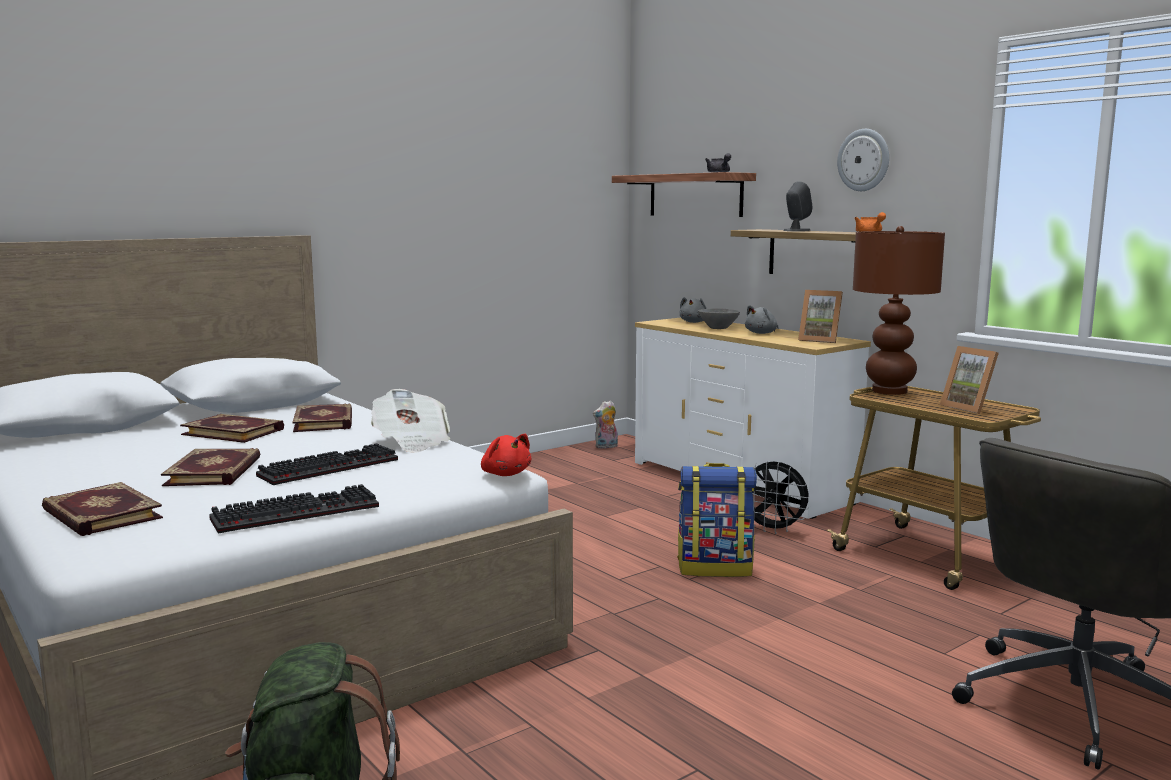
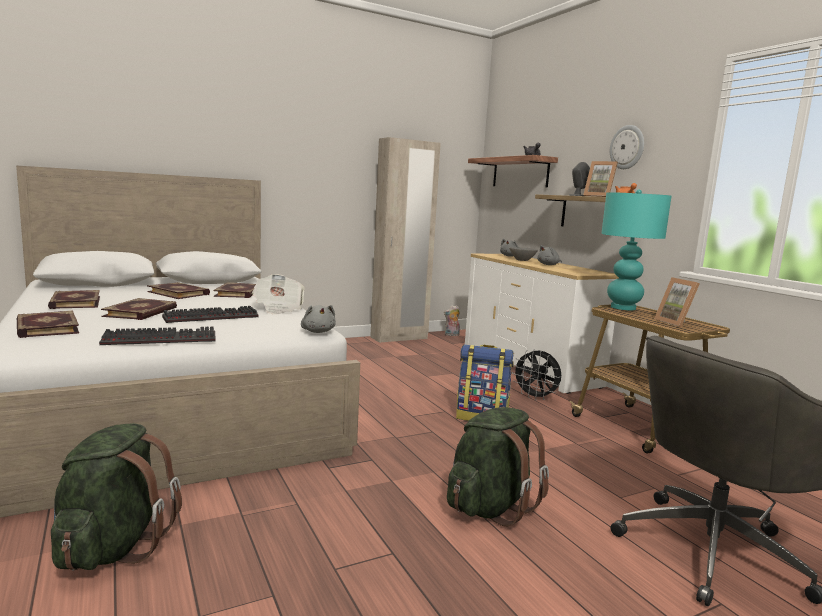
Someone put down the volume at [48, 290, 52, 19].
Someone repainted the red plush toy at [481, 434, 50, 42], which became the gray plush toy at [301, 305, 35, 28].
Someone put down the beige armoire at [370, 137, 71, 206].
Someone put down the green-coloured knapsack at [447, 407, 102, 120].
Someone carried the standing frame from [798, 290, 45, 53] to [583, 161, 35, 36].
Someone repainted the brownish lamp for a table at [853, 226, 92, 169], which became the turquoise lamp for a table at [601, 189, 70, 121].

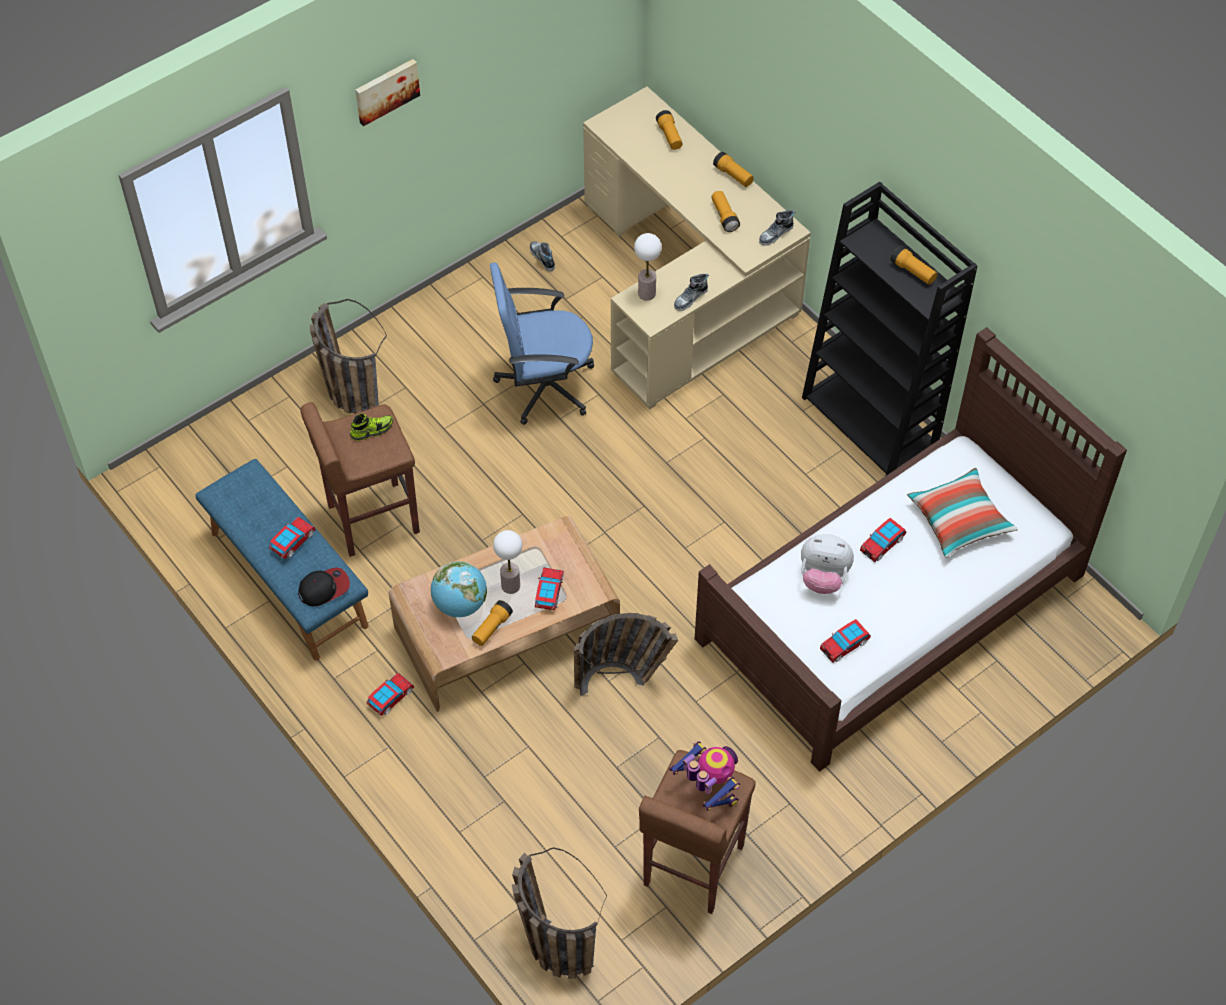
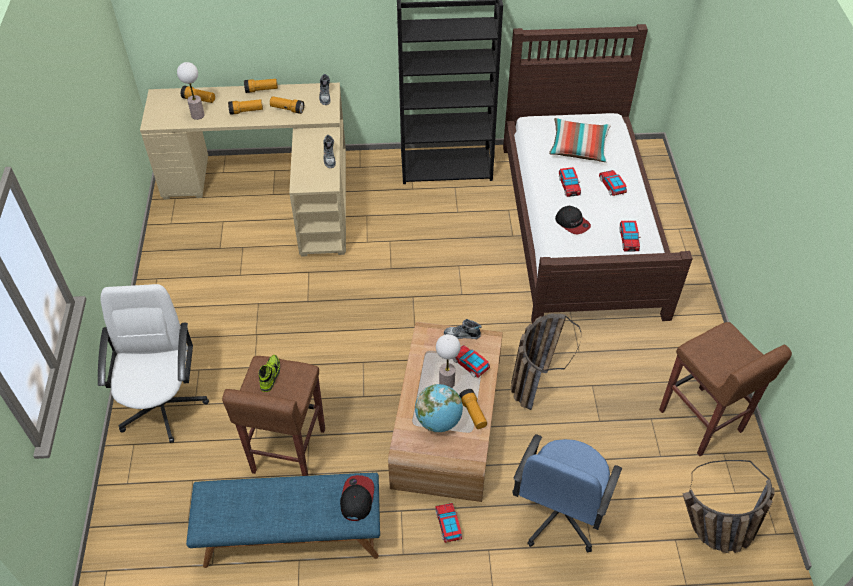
Someone swapped the household basket at [310, 299, 77, 115] for the white-coloured office chair at [98, 284, 111, 159].
Someone carried the lamp for a table from [634, 233, 28, 67] to [177, 62, 28, 58].
Someone carried the hand torch from [891, 246, 46, 39] to [228, 99, 35, 16].
Someone carried the item of footwear from [530, 241, 25, 30] to [444, 319, 38, 20].
Someone carried the blue-coloured office chair from [490, 263, 104, 162] to [512, 434, 110, 119].
Someone swapped the plush toy at [801, 534, 53, 60] for the peaked cap at [555, 206, 36, 28].
Someone carried the miniature car from [269, 517, 46, 42] to [599, 170, 28, 26].
Someone took away the picture at [355, 59, 65, 67].
Someone took away the robot figure at [669, 741, 71, 70].

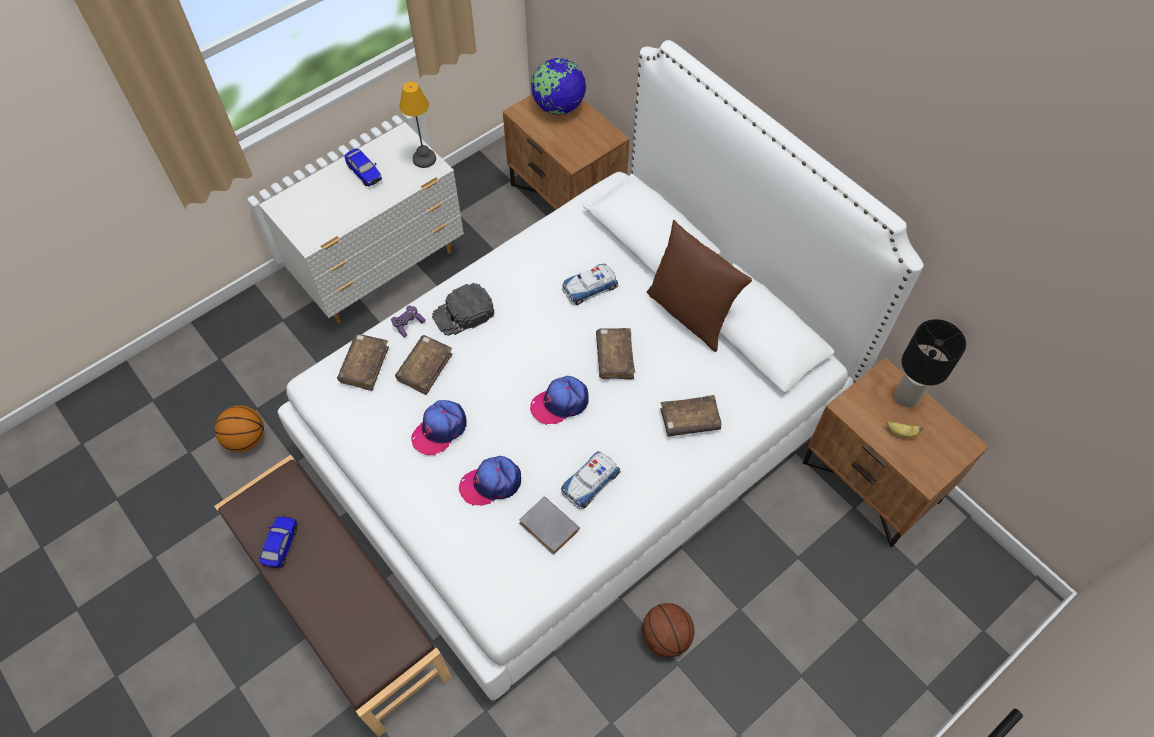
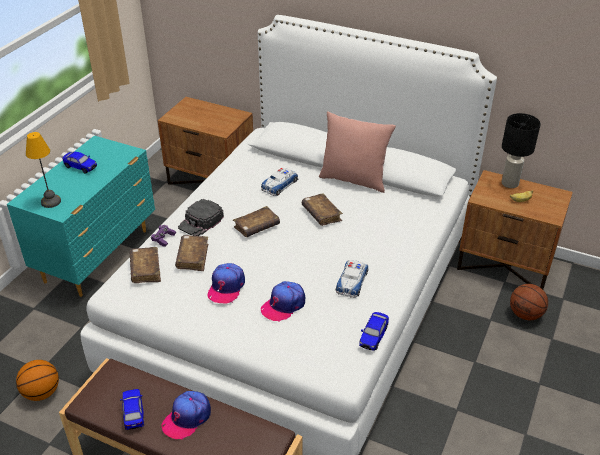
Someone repainted the white-coloured chest of drawers at [259, 122, 205, 201], which became the turquoise chest of drawers at [7, 136, 148, 161].
Someone carried the lamp for a table from [399, 81, 37, 87] to [26, 132, 35, 76].
Someone carried the peaked cap from [530, 376, 59, 49] to [162, 391, 49, 48].
Someone carried the brownish volume from [660, 395, 62, 42] to [233, 206, 47, 31].
Someone repainted the brownish cushion at [647, 220, 105, 132], which became the pink-coloured cushion at [319, 111, 77, 82].
Someone put down the miniature car at [359, 312, 30, 39].
Someone carried the basketball ball from [642, 603, 53, 55] to [510, 284, 38, 36].
Someone took away the gray volume at [519, 497, 61, 58].
Someone took away the world globe at [531, 58, 55, 57].

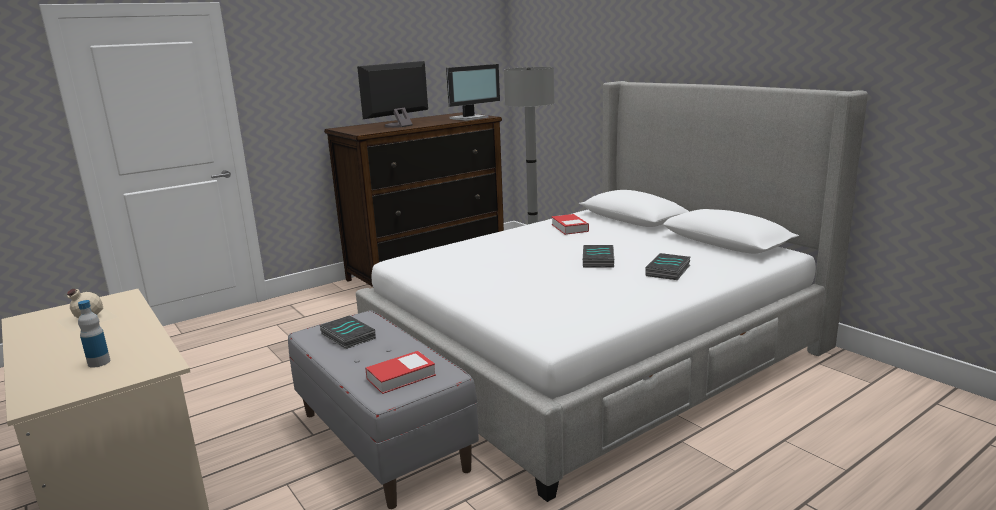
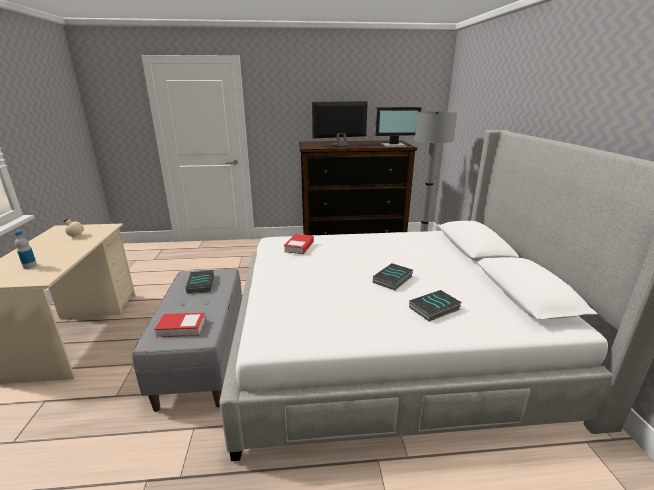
Someone carried the volume from [551, 214, 38, 21] to [284, 234, 30, 20].

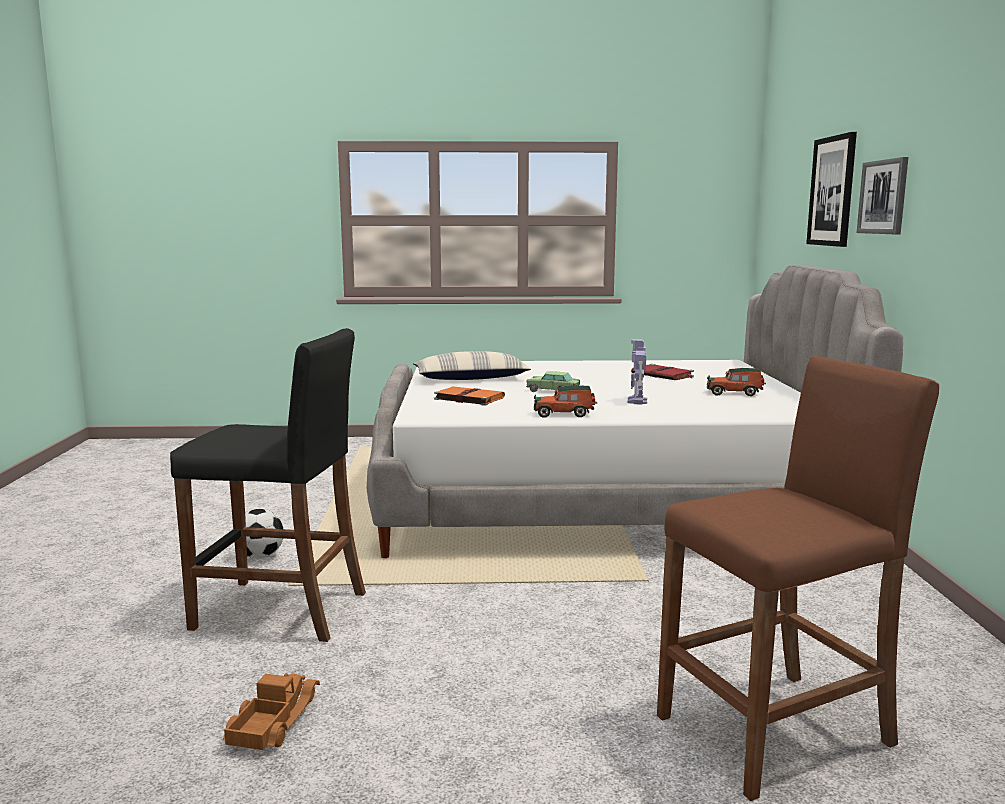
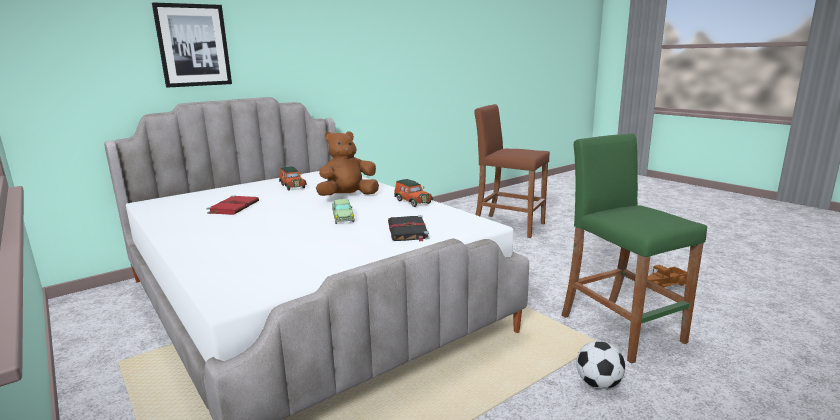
Someone swapped the robot figure at [627, 339, 20, 66] for the brownish plush toy at [316, 131, 63, 65].
Someone repainted the orange volume at [433, 386, 72, 20], which became the black volume at [388, 215, 42, 27].
Someone repainted the black stool at [170, 328, 196, 314], which became the green-coloured stool at [562, 133, 145, 231].
Someone took away the cushion at [413, 351, 118, 29].
Someone took away the picture at [857, 157, 51, 77].

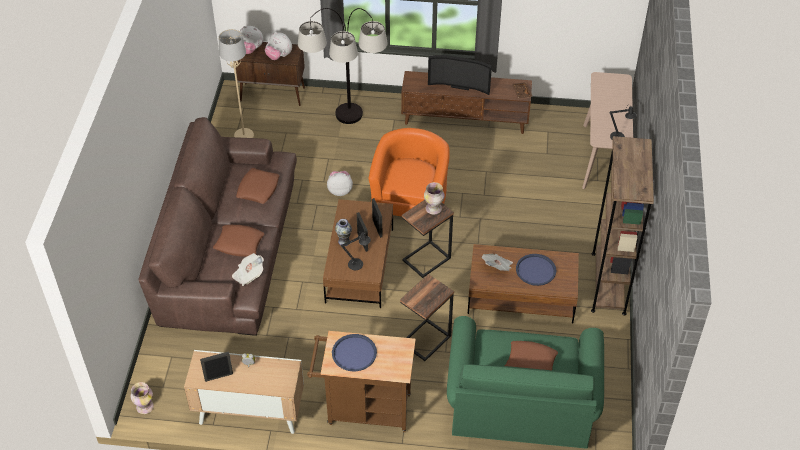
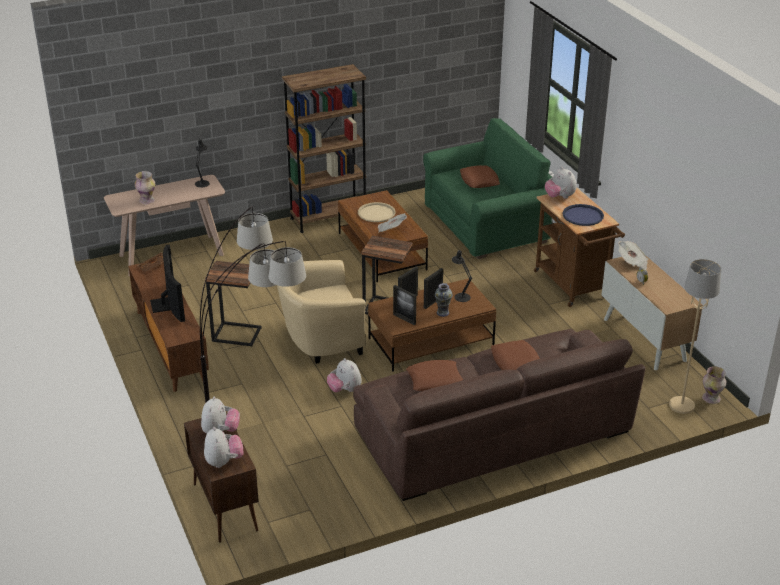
Someone carried the vase from [424, 182, 21, 32] to [135, 171, 20, 33].
Someone carried the side table from [400, 274, 54, 87] to [205, 261, 57, 85].
Someone repainted the orange easy chair at [369, 128, 81, 89], which became the beige easy chair at [277, 260, 89, 104].
Someone repainted the blue-coloured carrying tray at [516, 254, 40, 32], which became the beige carrying tray at [358, 202, 38, 20].
Someone carried the standing frame from [200, 351, 33, 31] to [393, 285, 23, 40].
Someone put down the plush toy at [545, 167, 32, 32].
Someone carried the newspaper from [232, 253, 32, 33] to [618, 241, 30, 29].
Someone carried the beige standard lamp from [219, 29, 35, 109] to [669, 259, 52, 155].

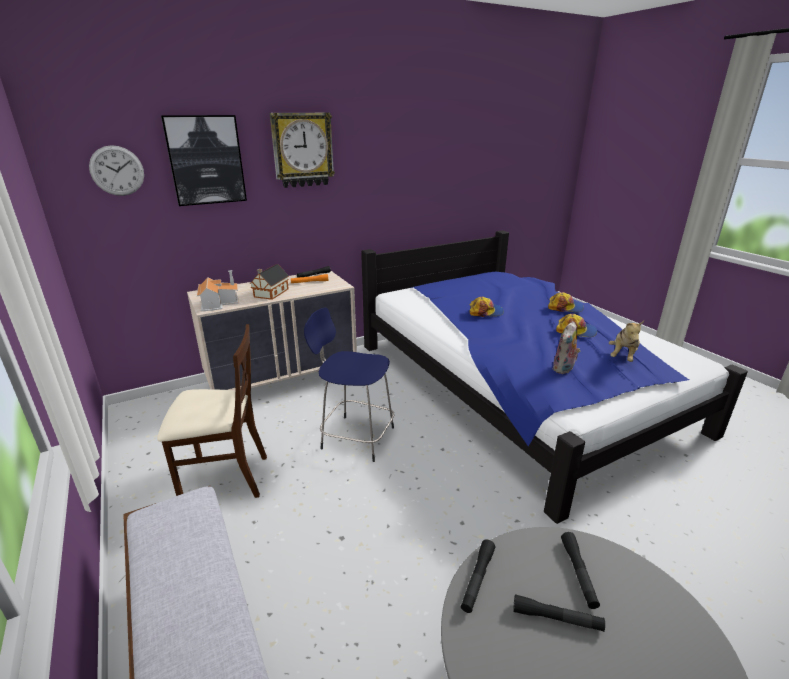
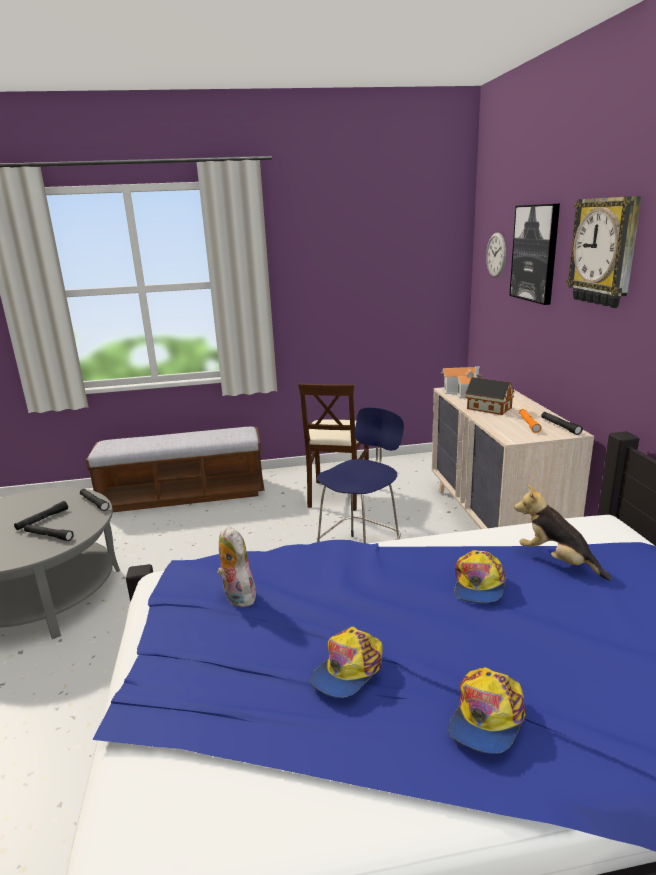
Someone carried the plush toy from [609, 321, 35, 41] to [514, 485, 98, 96].

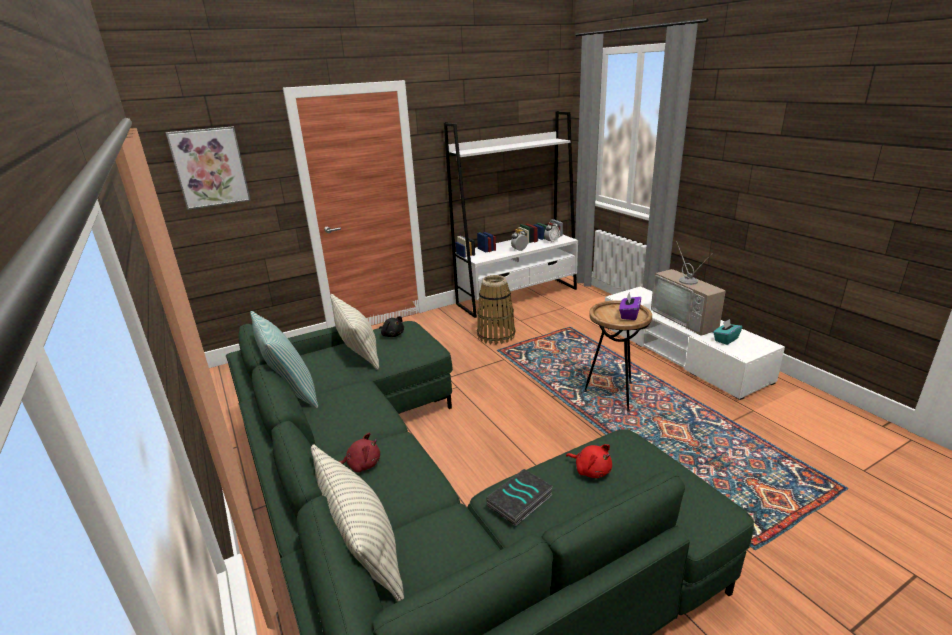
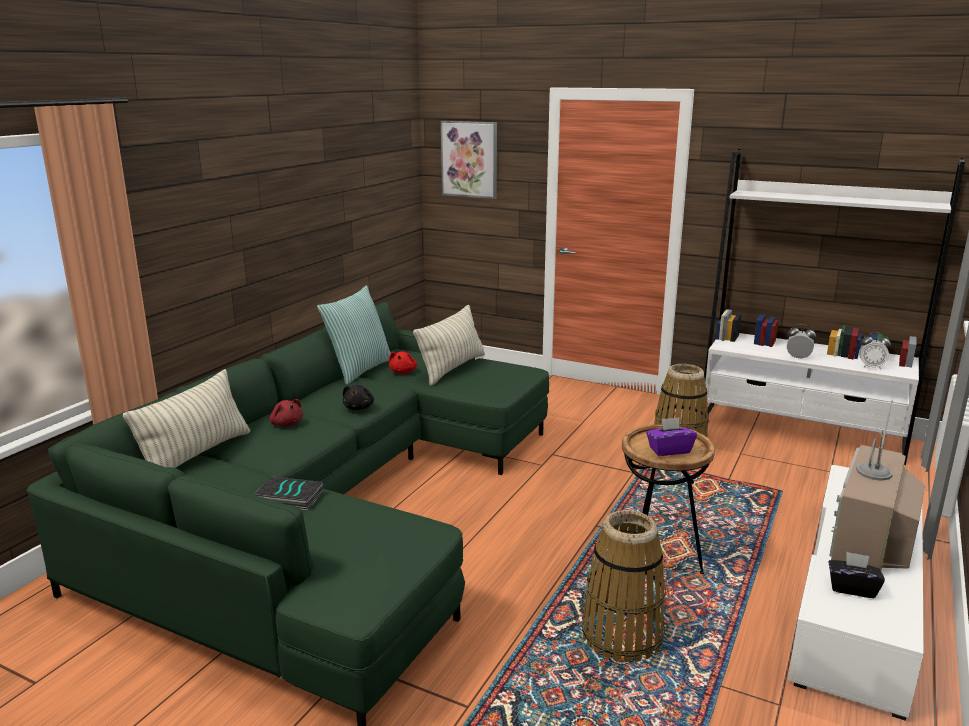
Someone carried the black plush toy from [379, 316, 25, 21] to [343, 385, 31, 25].
Someone carried the red plush toy from [566, 444, 46, 34] to [389, 351, 28, 23].
Someone put down the household basket at [582, 510, 84, 152].
Someone repainted the turquoise tissue holder at [713, 319, 29, 26], which became the black tissue holder at [828, 552, 57, 46].

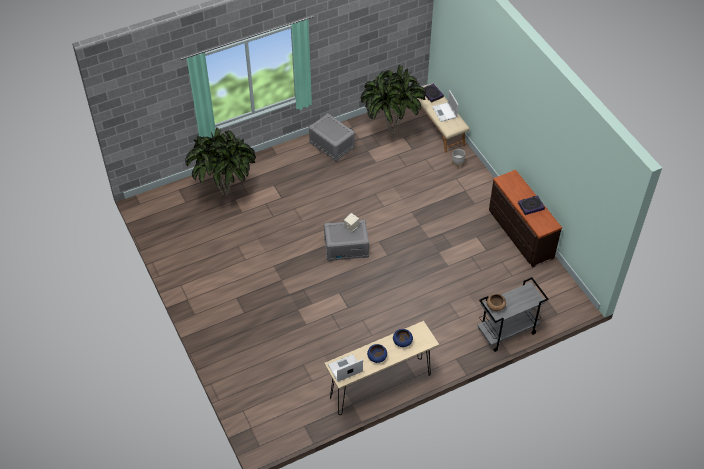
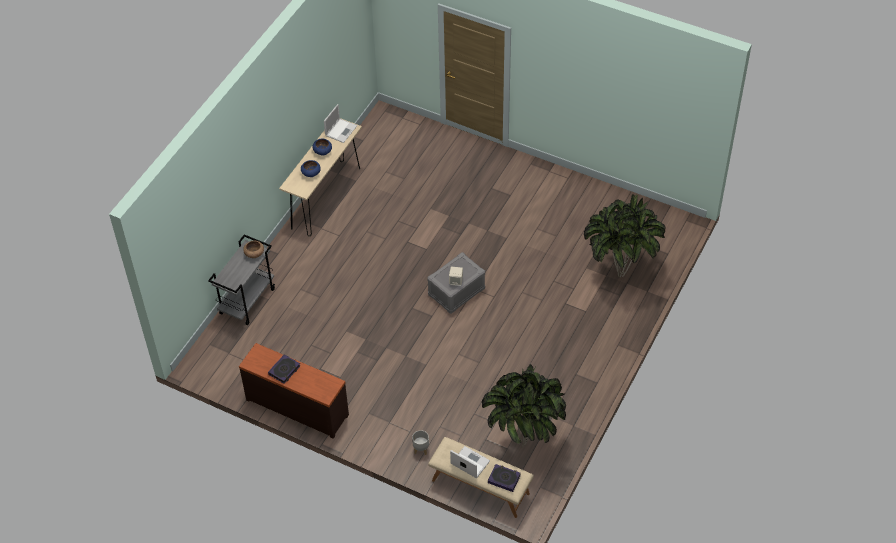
Someone took away the gray storage container at [309, 113, 46, 48].

